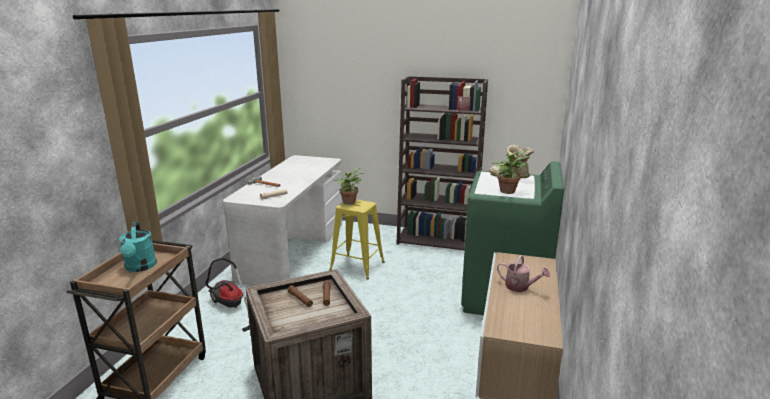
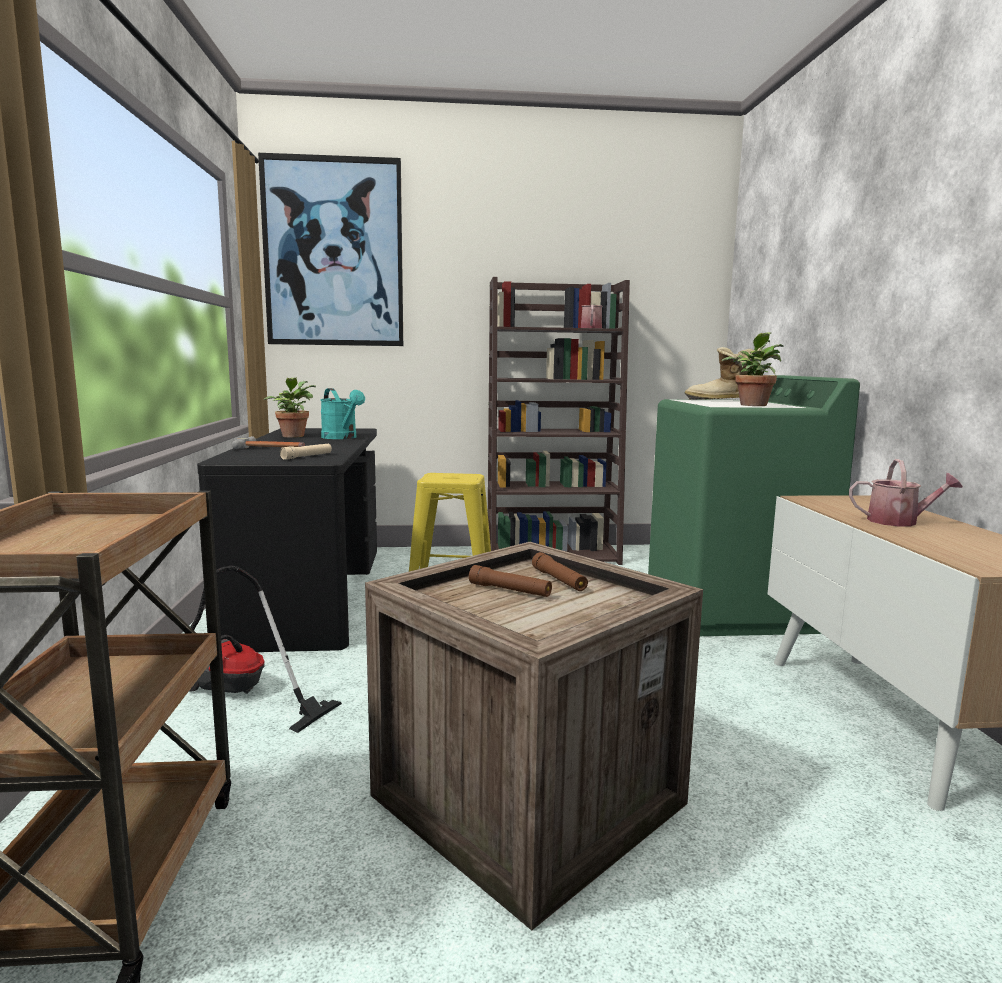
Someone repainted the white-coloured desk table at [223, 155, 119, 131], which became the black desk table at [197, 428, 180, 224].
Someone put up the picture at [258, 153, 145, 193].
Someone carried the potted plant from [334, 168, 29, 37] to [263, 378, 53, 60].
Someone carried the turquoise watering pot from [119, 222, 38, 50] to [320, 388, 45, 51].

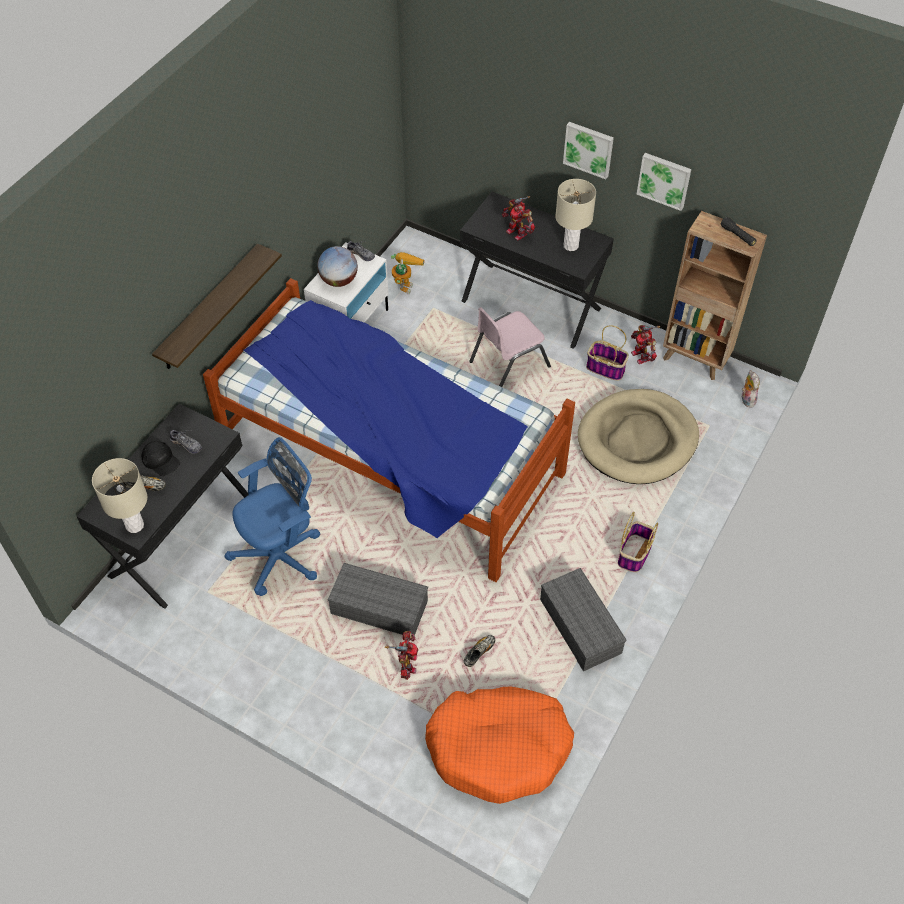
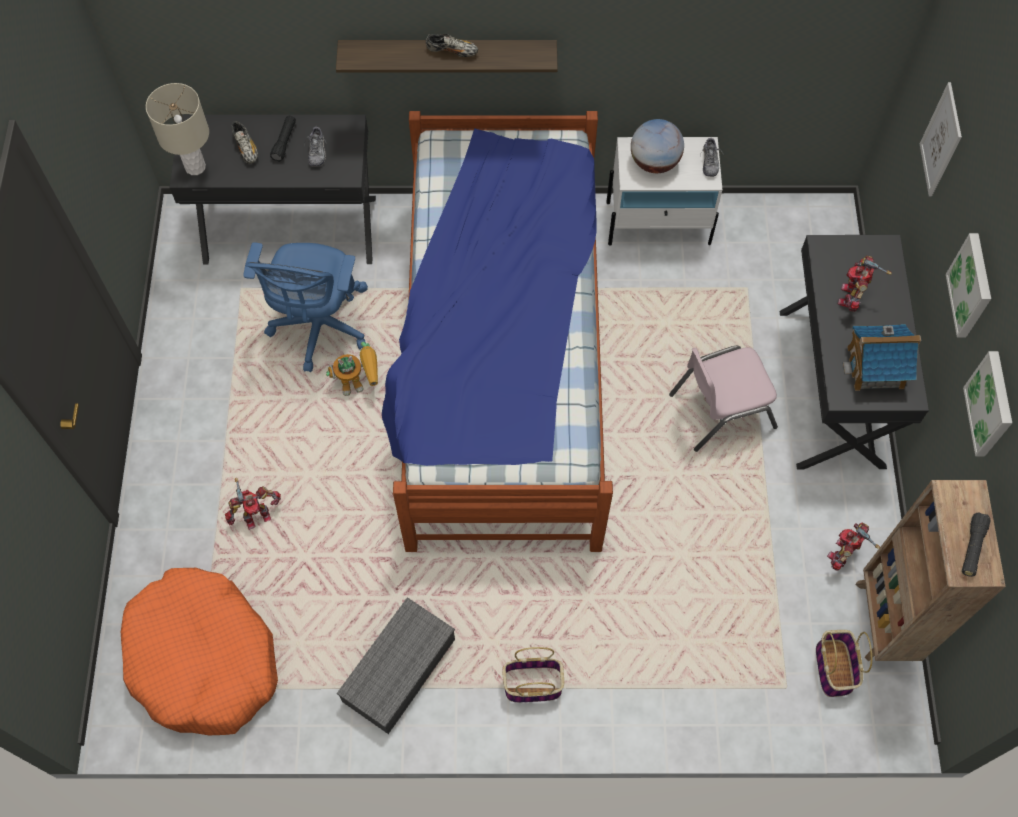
Someone rotated the blue-coloured office chair at [224, 437, 96, 159] by 75 degrees clockwise.
Someone swapped the black peaked cap at [142, 441, 38, 35] for the black hand torch at [270, 116, 26, 46].
Someone carried the robot figure from [391, 252, 33, 42] to [326, 342, 52, 54].
Someone carried the item of footwear from [464, 635, 31, 32] to [426, 34, 52, 23].
Someone rotated the pink-coloured upright chair at [469, 307, 82, 80] by 45 degrees counterclockwise.
Someone carried the household basket from [586, 325, 43, 56] to [816, 630, 56, 67].
Someone swapped the beige lamp for a table at [555, 179, 41, 72] for the toy house at [843, 324, 79, 67].
Someone put up the picture at [920, 82, 42, 114].
Someone took away the gray storage container at [328, 563, 100, 73].
Someone took away the beige dog cushion at [578, 389, 121, 95].
Someone took away the plush toy at [741, 370, 19, 38].

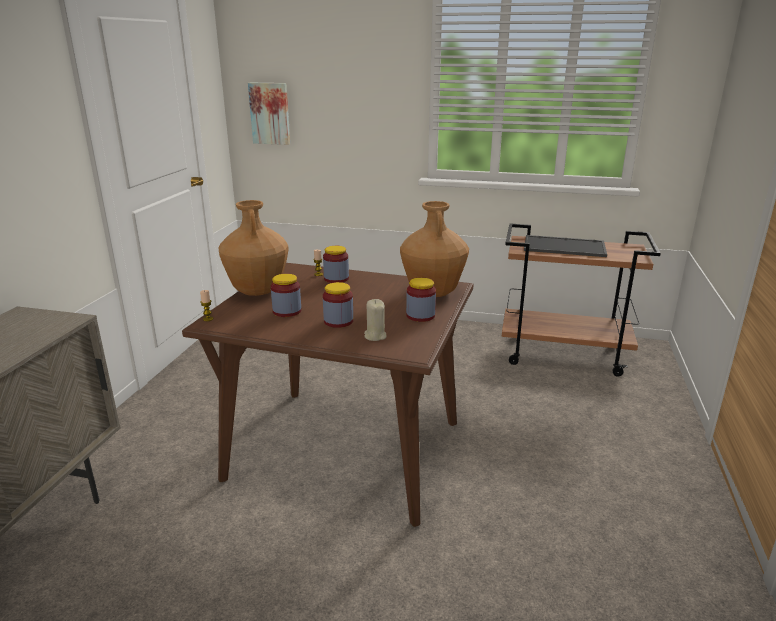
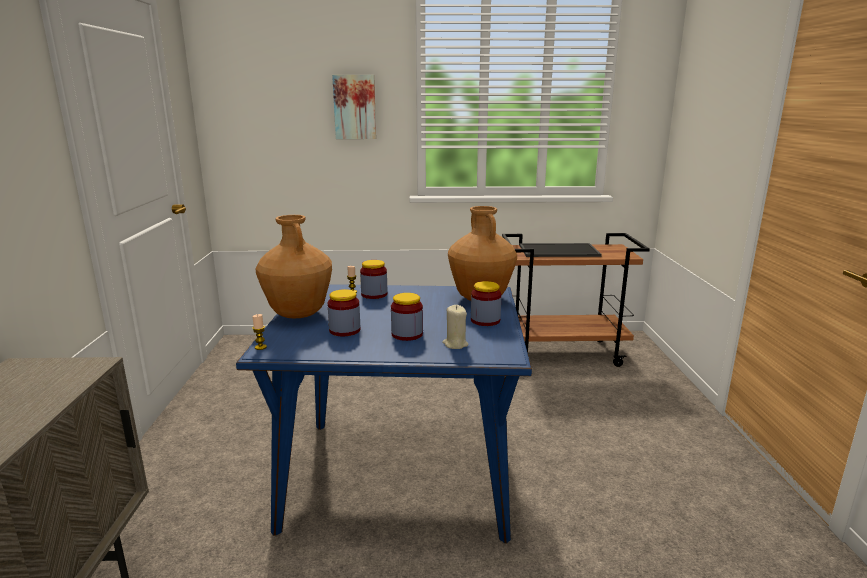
Someone repainted the brownish kitchen table at [182, 263, 291, 264], which became the blue-coloured kitchen table at [236, 284, 296, 259].
Someone carried the picture from [248, 83, 42, 62] to [332, 75, 44, 64].

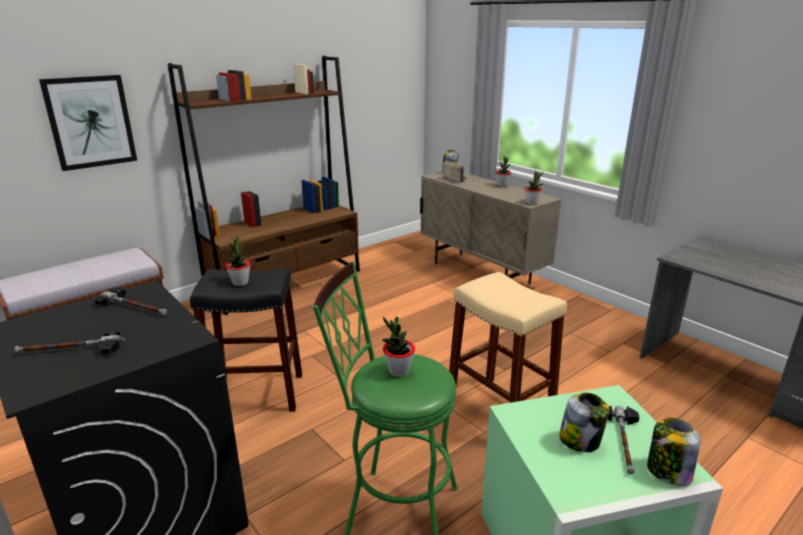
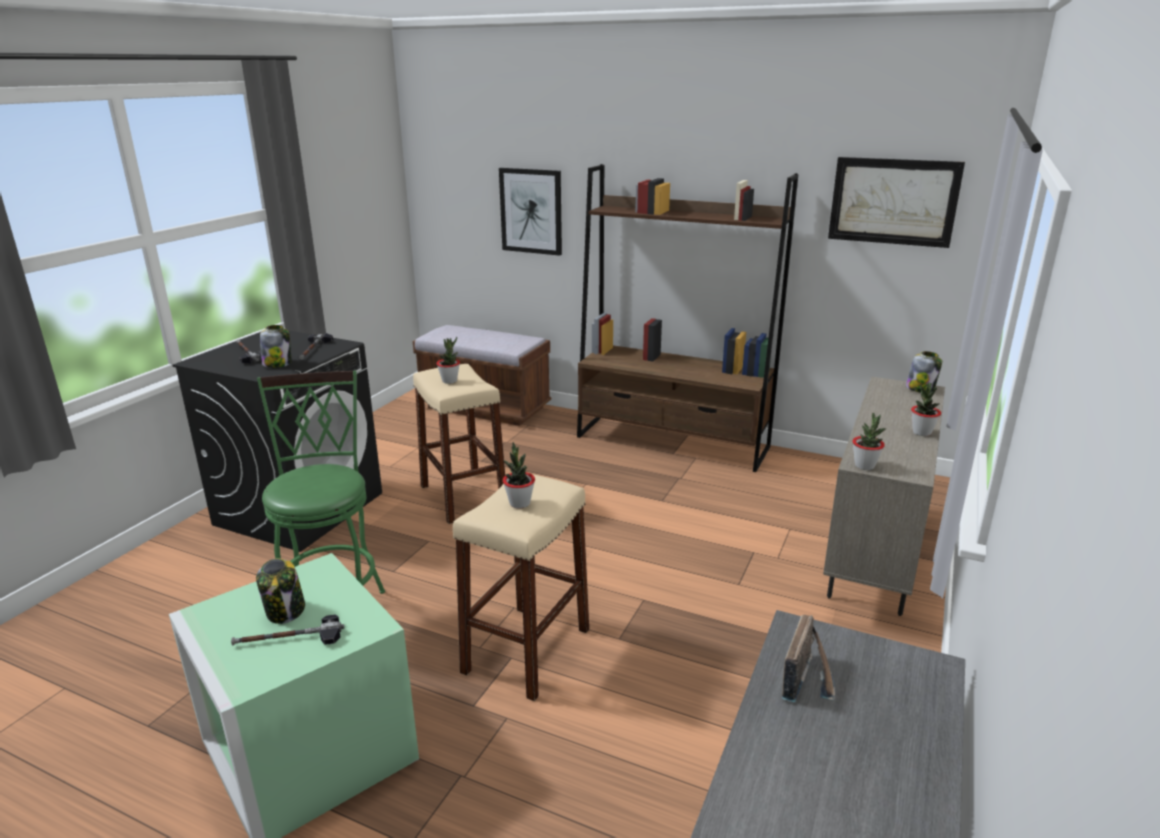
Someone carried the preserve jar from [647, 418, 54, 68] to [260, 325, 32, 43].
Someone repainted the black stool at [190, 268, 112, 144], which became the beige stool at [413, 364, 92, 160].
Someone carried the potted plant from [382, 317, 33, 60] to [503, 442, 32, 67].
Someone carried the radio set from [443, 161, 25, 22] to [781, 615, 54, 87].
Someone put up the picture at [828, 157, 137, 91].

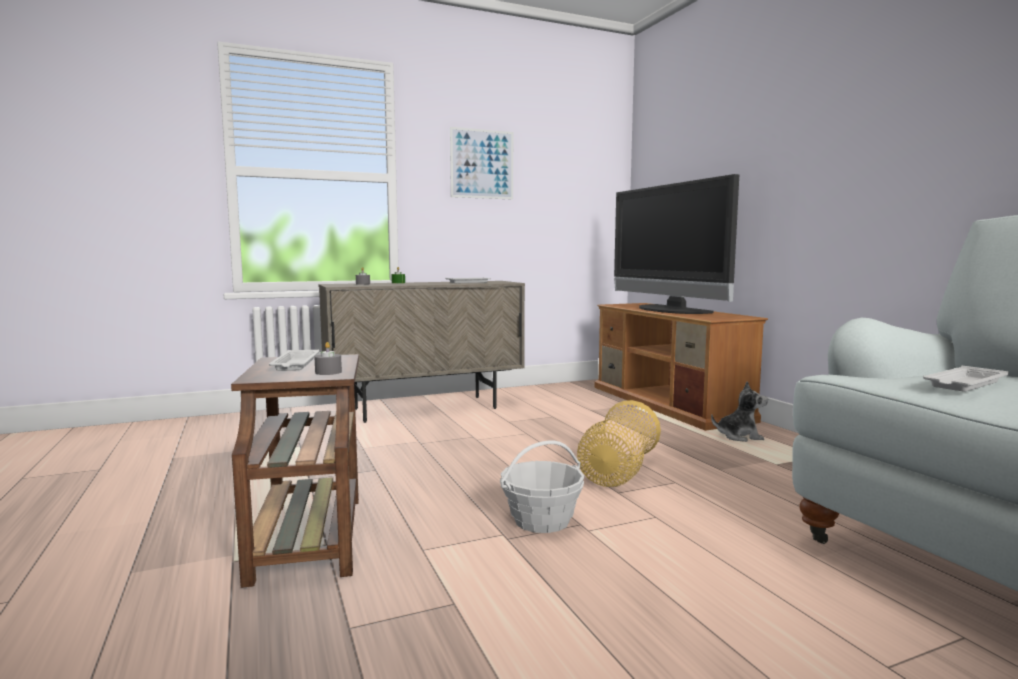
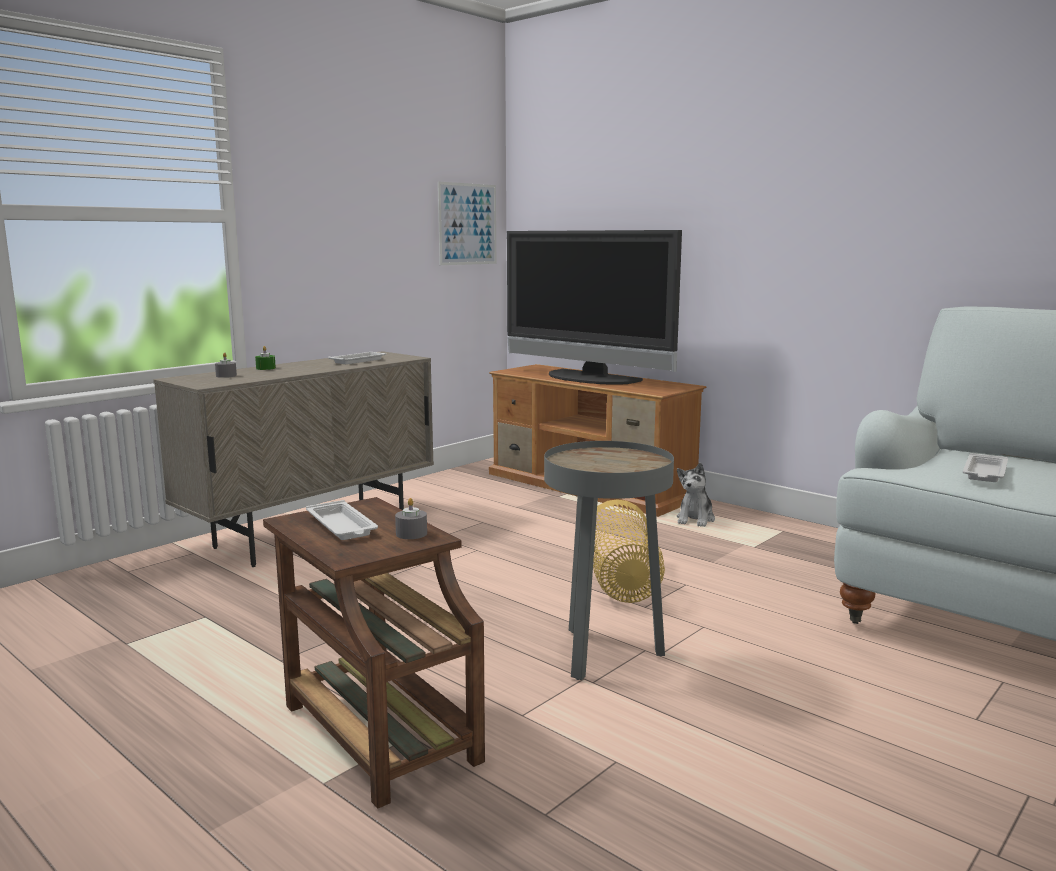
Someone carried the picture from [450, 127, 63, 73] to [438, 181, 58, 84].
Someone swapped the household basket at [500, 441, 85, 92] for the gray side table at [544, 441, 130, 239].
Someone rotated the plush toy at [711, 381, 57, 61] by 135 degrees clockwise.

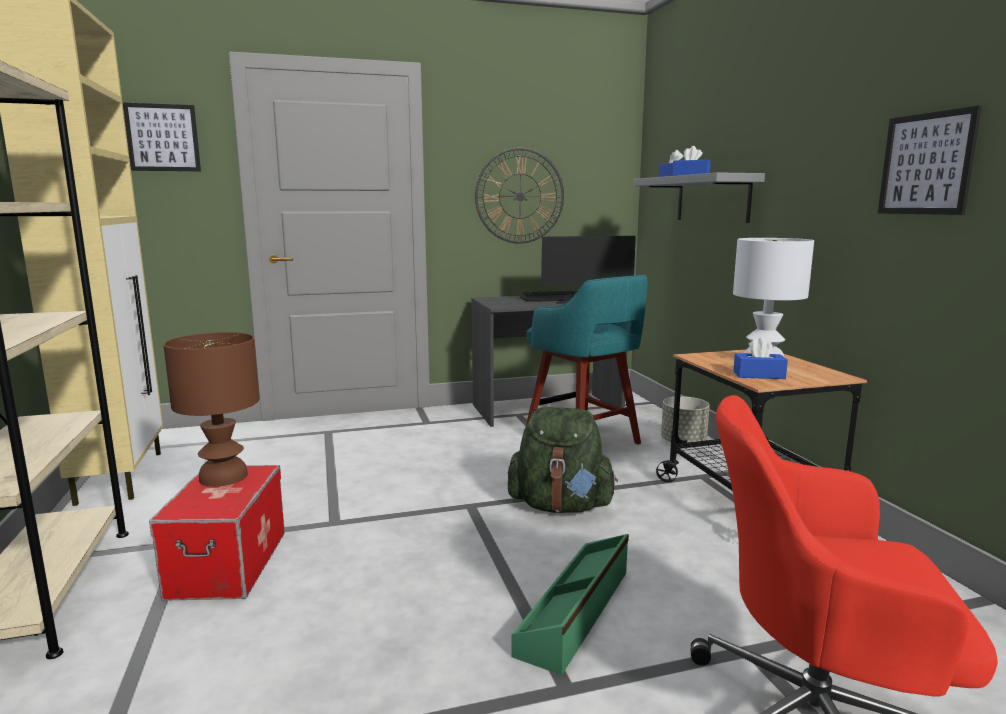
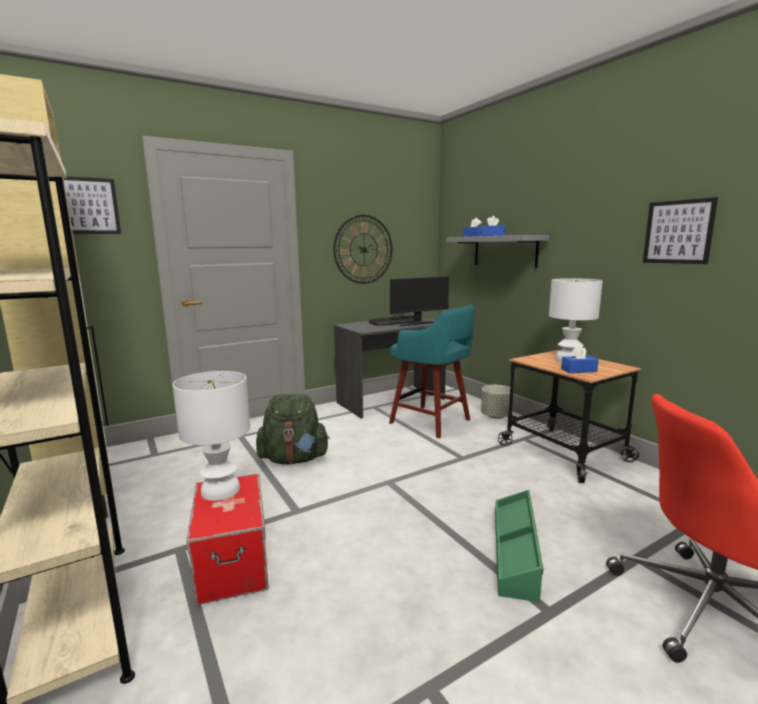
Someone repainted the brownish lamp for a table at [163, 332, 97, 155], which became the white-coloured lamp for a table at [173, 371, 77, 130].
Someone carried the green-coloured knapsack from [508, 407, 110, 106] to [256, 394, 74, 70].

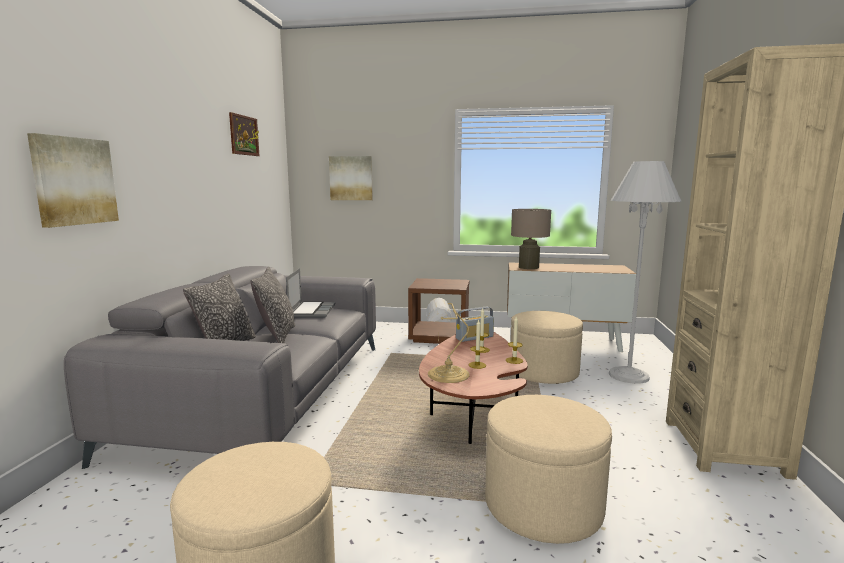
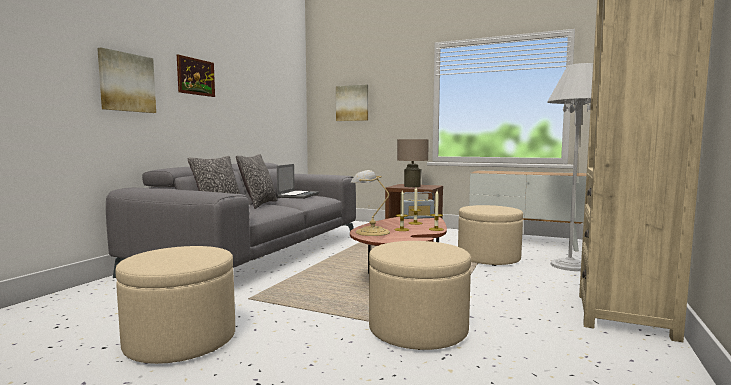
Someone carried the picture from [229, 112, 30, 44] to [177, 55, 38, 42].
Someone carried the beige lamp for a table from [511, 209, 40, 60] to [397, 139, 32, 48].

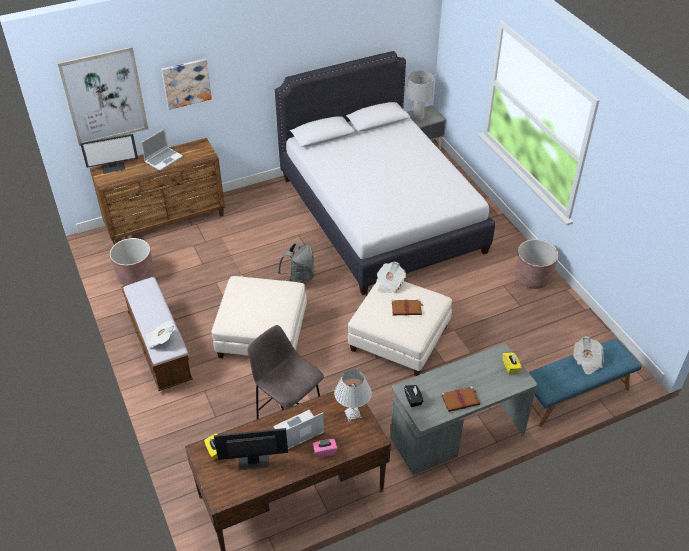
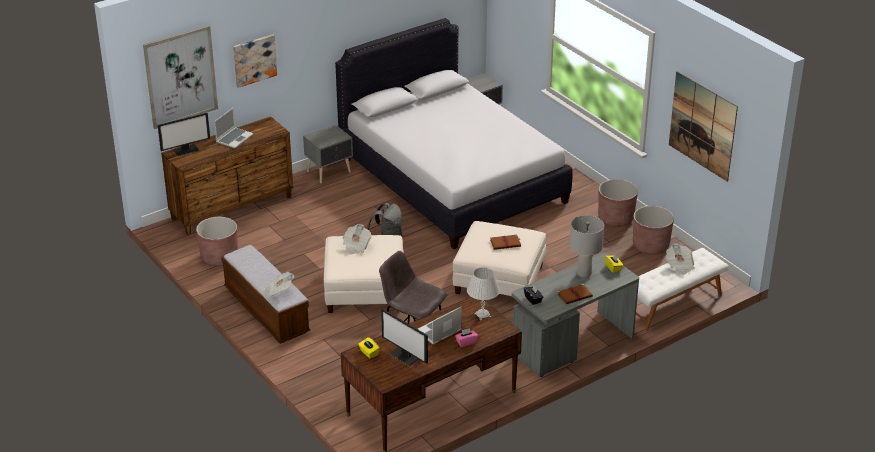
Someone put down the gray night table at [303, 124, 50, 59].
Someone carried the newspaper from [376, 262, 30, 31] to [343, 224, 29, 31].
Someone rotated the computer screen at [214, 428, 74, 42] by 120 degrees counterclockwise.
Someone carried the gray lamp for a table from [407, 71, 27, 50] to [570, 215, 34, 63].
Someone put down the brownish planter at [633, 206, 41, 49].
Someone repainted the blue-coloured indoor bench at [529, 338, 113, 89], which became the white-coloured indoor bench at [636, 248, 93, 83].
Someone put up the picture at [669, 72, 69, 110].

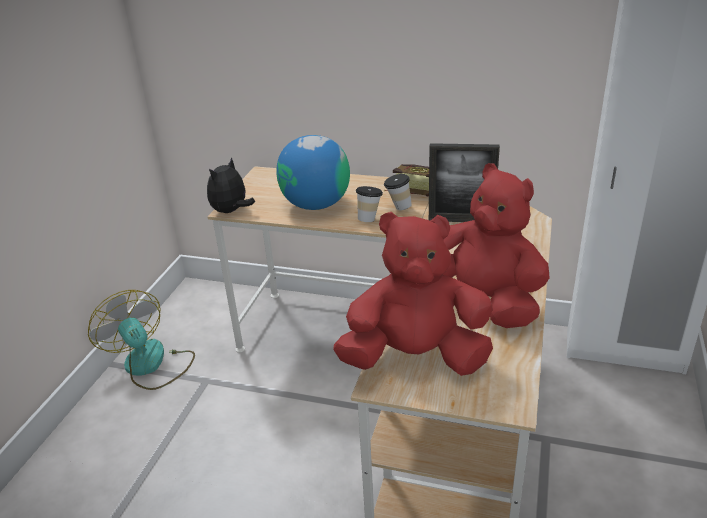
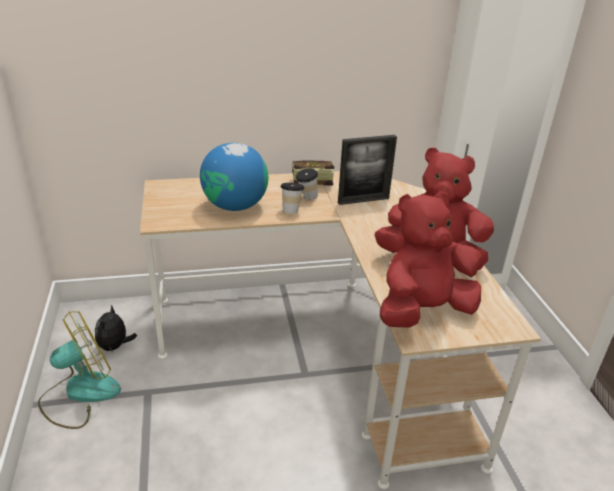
Someone rotated the cooling fan at [88, 290, 107, 100] by 120 degrees clockwise.
Someone carried the plush toy from [207, 157, 48, 56] to [95, 305, 42, 47].

